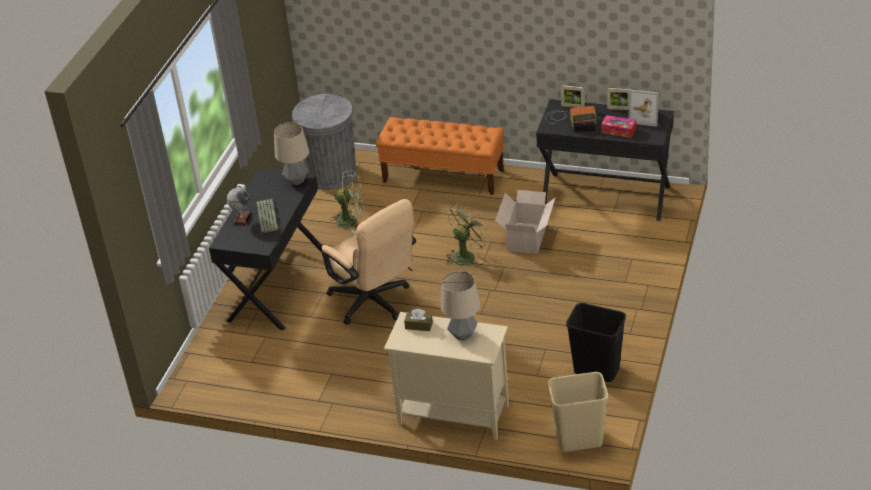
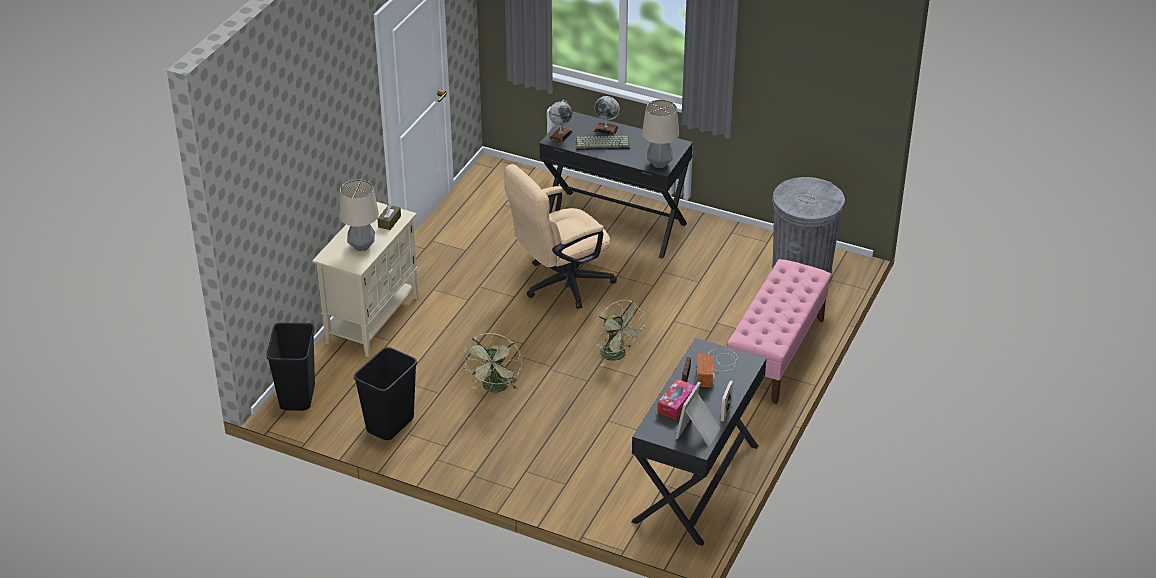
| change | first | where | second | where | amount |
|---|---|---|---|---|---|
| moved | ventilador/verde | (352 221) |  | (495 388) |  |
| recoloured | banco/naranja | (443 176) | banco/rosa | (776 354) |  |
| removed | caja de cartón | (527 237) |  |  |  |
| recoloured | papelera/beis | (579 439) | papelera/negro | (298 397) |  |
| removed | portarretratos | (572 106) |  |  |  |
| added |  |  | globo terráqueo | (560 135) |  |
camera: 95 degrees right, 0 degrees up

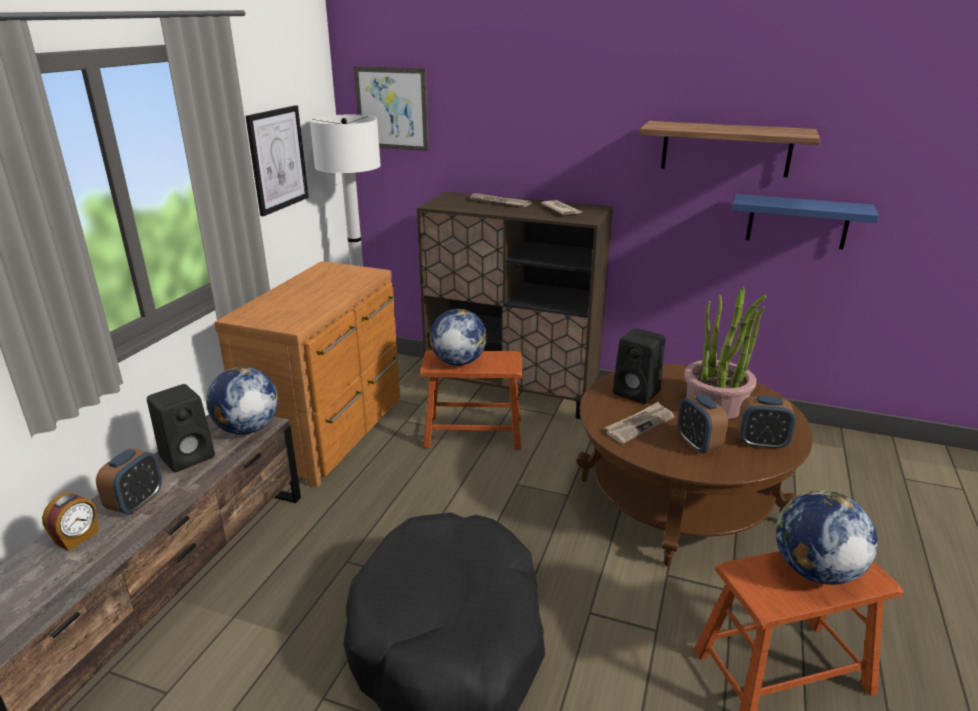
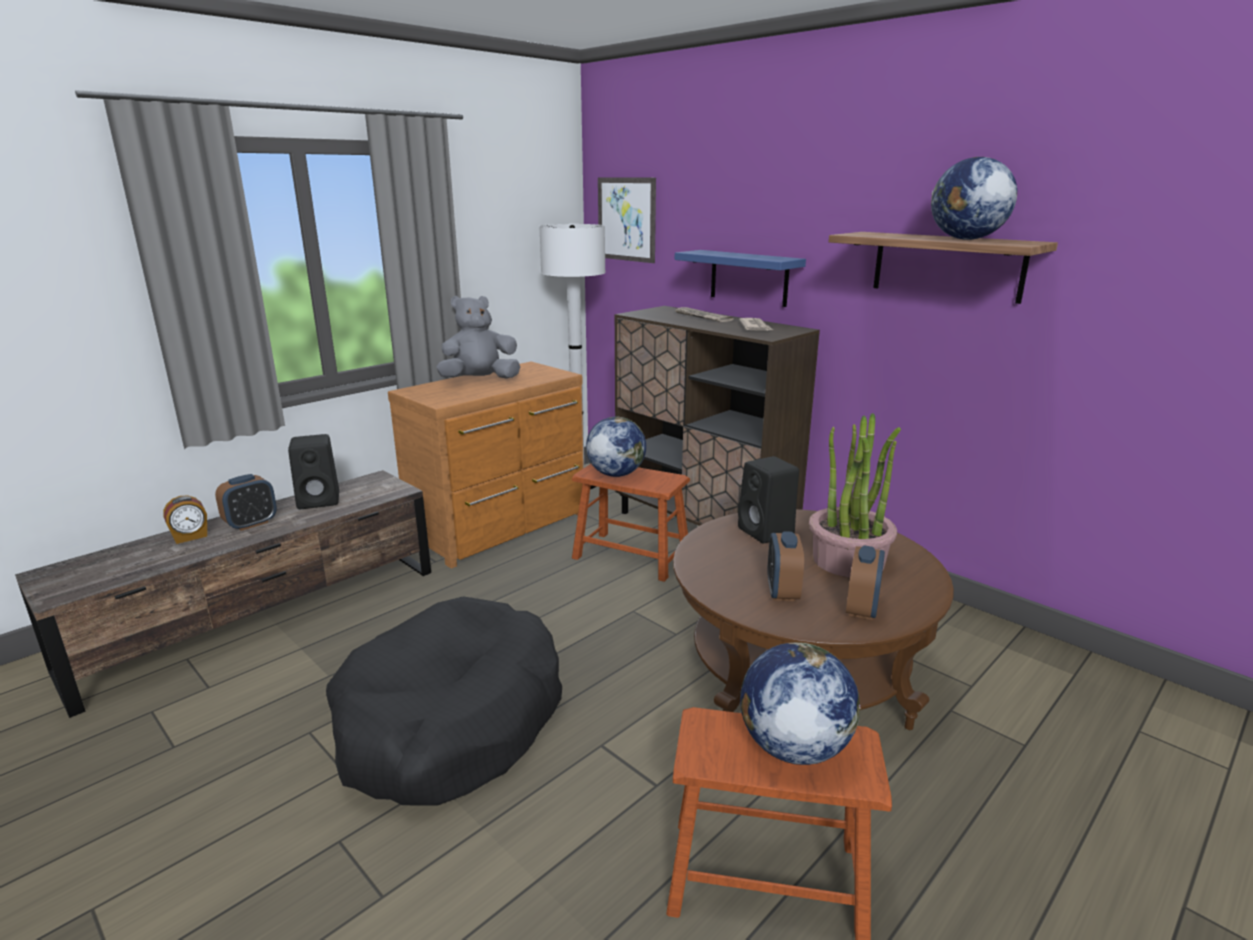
| change | first | where | second | where | amount |
|---|---|---|---|---|---|
| moved | globo terráqueo | (247 429) |  | (965 239) |  |
| removed | cuadro | (277 159) |  |  |  |
| removed | periódico | (639 424) |  |  |  |
| moved | estante/azul | (797 221) |  | (749 278) |  |
| turned | despertador | (761 443) |  | (862 609) | 105 degrees counterclockwise |
| added |  |  | peluche/gris | (479 380) |  |
camera: 25 degrees right, 5 degrees down

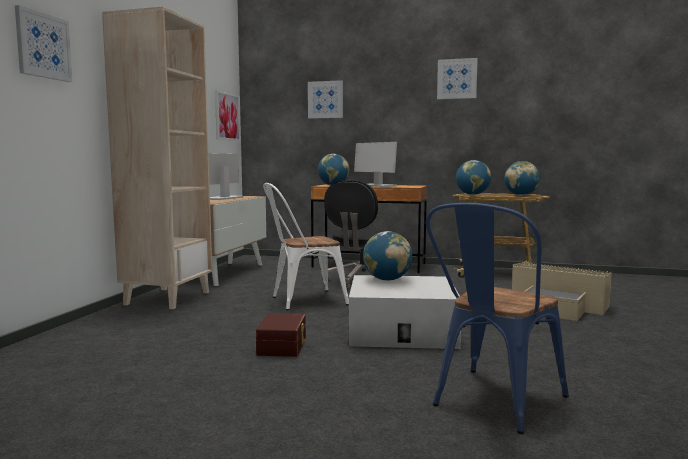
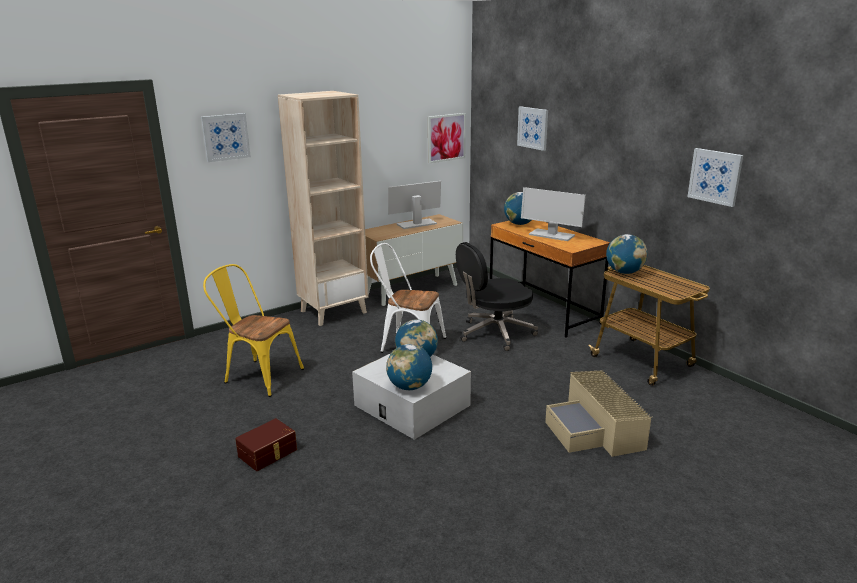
| change | first | where | second | where | amount |
|---|---|---|---|---|---|
| moved | caja de almacenaje/marrón | (283 346) |  | (268 453) |  |
| turned | monitor | (376 186) |  | (551 235) | 60 degrees counterclockwise |
| removed | silla/azul | (492 403) |  |  |  |
| moved | cuadro | (457 79) |  | (715 176) |  |
| moved | globo terráqueo | (521 195) |  | (409 387) |  |
| added |  |  | silla/amarillo | (258 375) |  |
camera: 40 degrees right, 15 degrees up

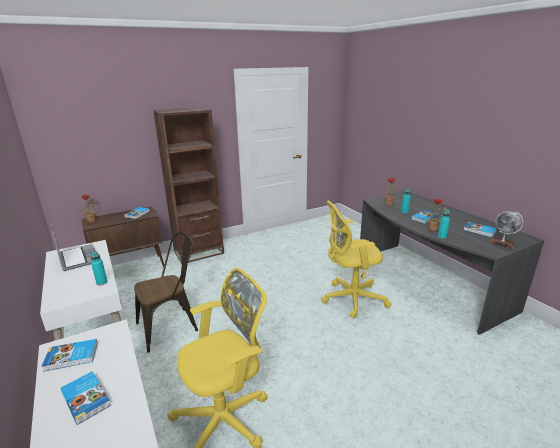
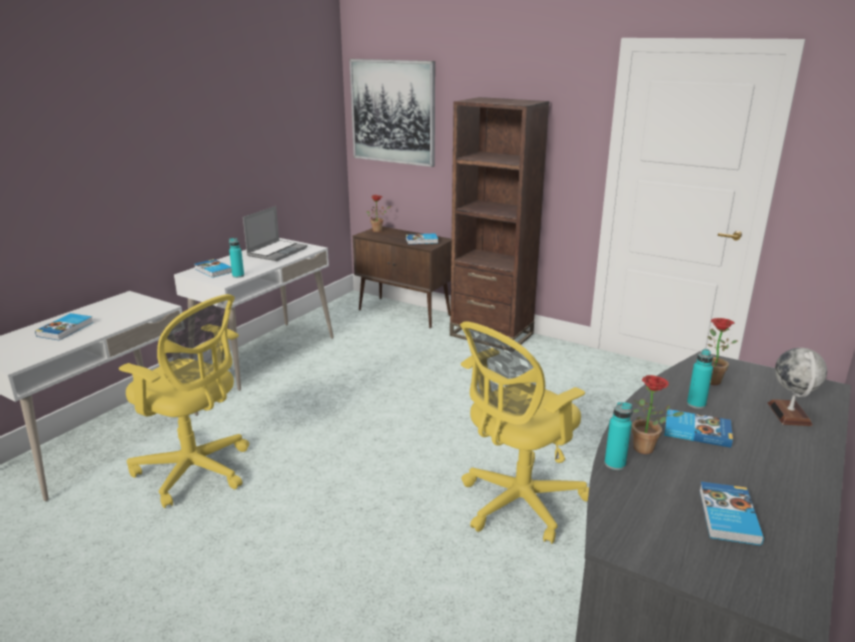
| change | first | where | second | where | amount |
|---|---|---|---|---|---|
| moved | libro | (71 357) |  | (213 270) |  |
| removed | silla/marrón | (172 326) |  |  |  |
| turned | silla de oficina/amarillo | (350 299) |  | (517 504) | 90 degrees counterclockwise |
| moved | globo terráqueo | (502 243) |  | (789 414) |  |
| added |  |  | cuadro | (393 112) |  |
camera: 60 degrees right, 0 degrees up

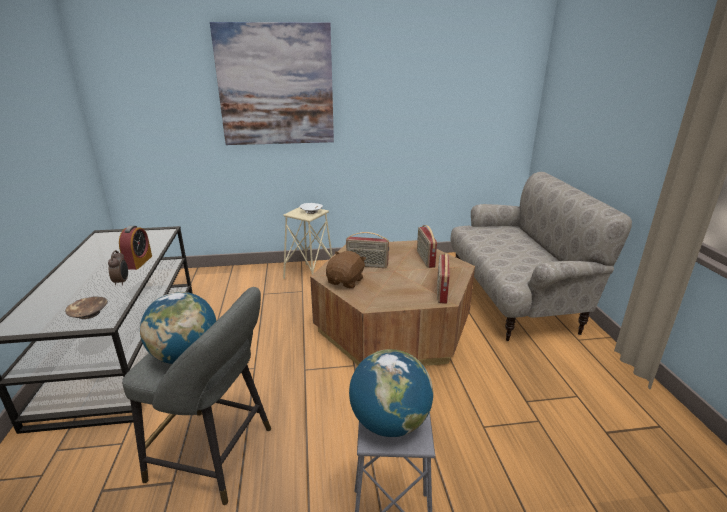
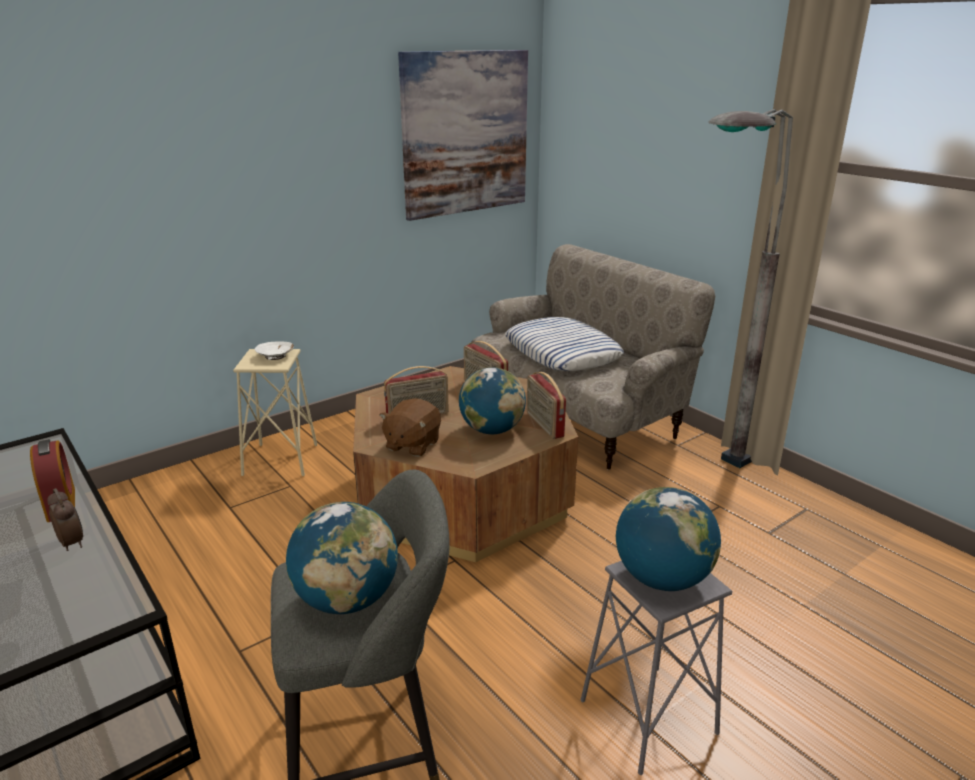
| change | first | where | second | where | amount |
|---|---|---|---|---|---|
| removed | cuenco/marrón | (89 313) |  |  |  |
| moved | cuadro | (276 85) |  | (465 133) |  |
| turned | peluche/marrón | (346 281) |  | (412 445) | 150 degrees counterclockwise |
| added |  |  | globo terráqueo | (492 430) |  |
| added |  |  | cojín | (561 353) |  |
| added |  |  | lámpara de pie/gris | (705 476) |  |
camera: 30 degrees left, 0 degrees up

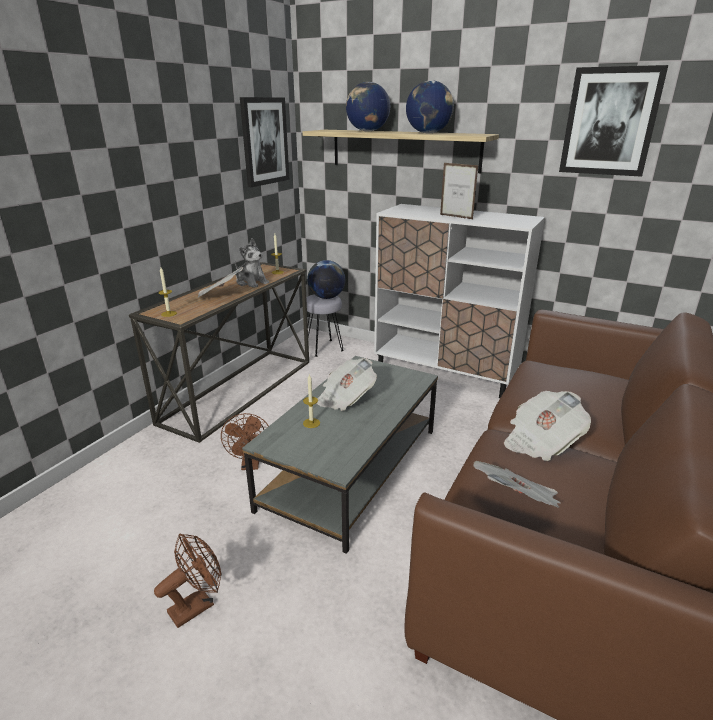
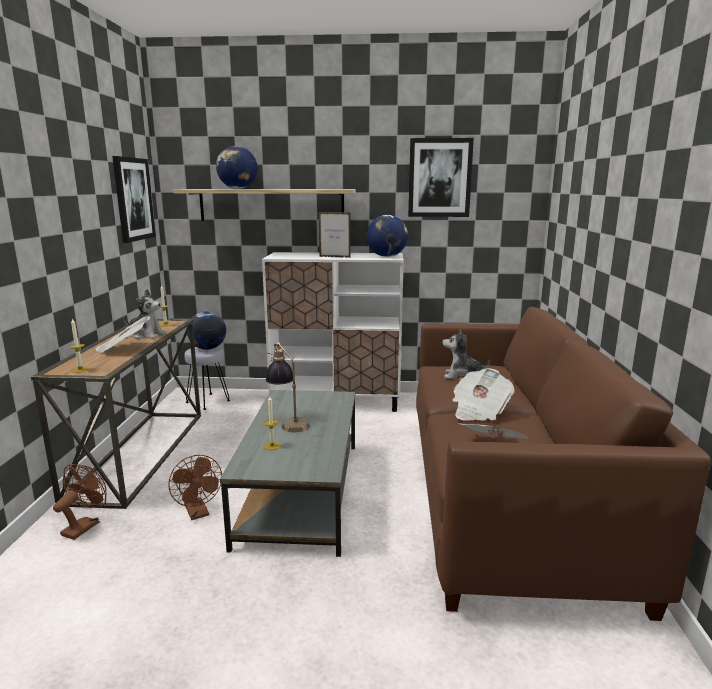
| change | first | where | second | where | amount |
|---|---|---|---|---|---|
| moved | ventilador/marrón | (197 604) |  | (85 526) |  |
| replaced | periódico | (345 398) | lámpara de mesa | (288 422) |  |
| moved | globo terráqueo | (428 133) |  | (387 256) |  |
| added |  |  | peluche | (462 376) |  |
camera: 25 degrees left, 10 degrees down

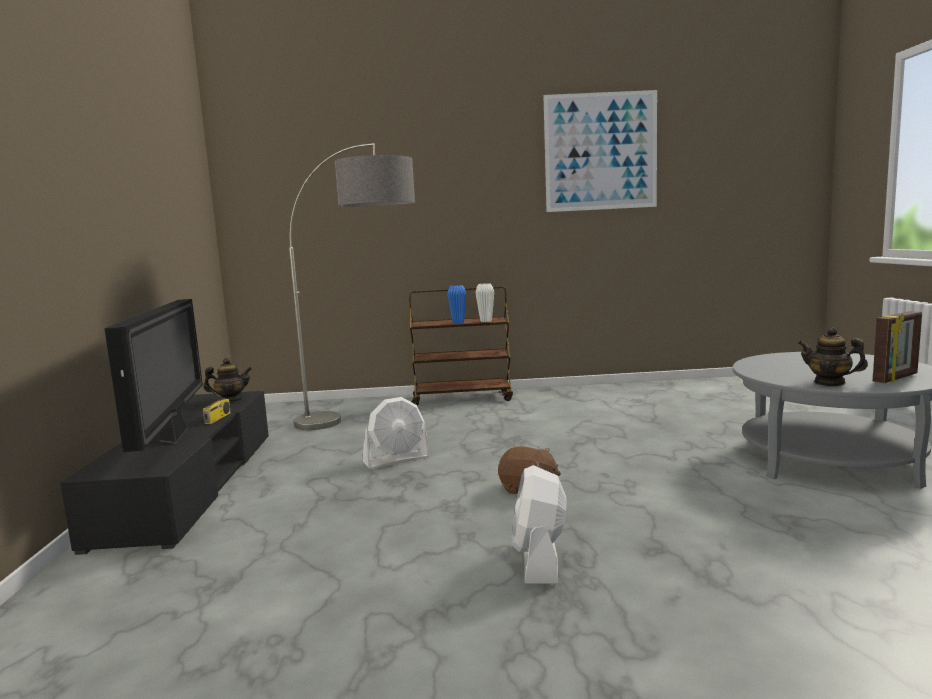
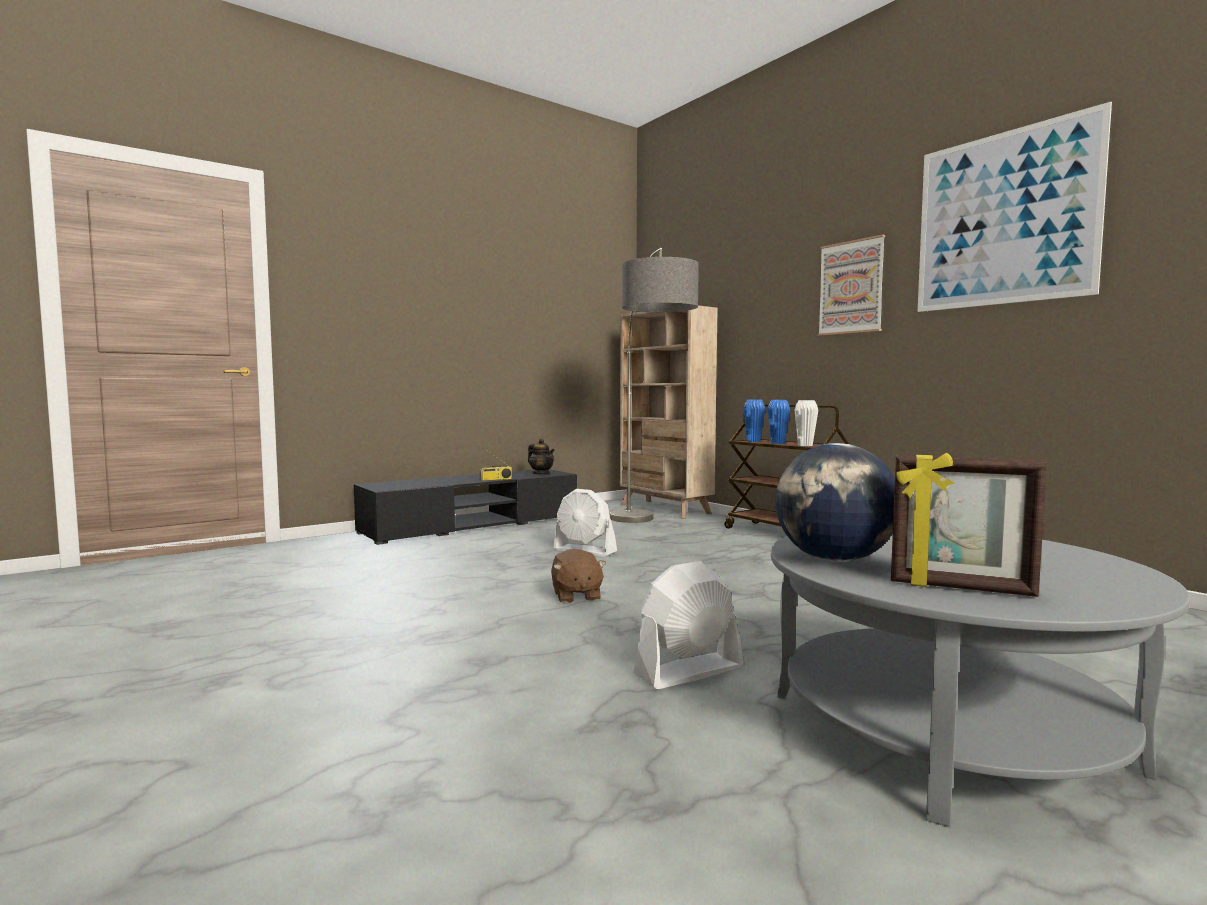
| change | first | where | second | where | amount |
|---|---|---|---|---|---|
| removed | televisor | (175 435) |  |  |  |
| moved | ventilador/blanco | (539 560) |  | (688 671) |  |
| replaced | tetera | (829 383) | globo terráqueo | (833 560) |  |
| added |  |  | estantería/beis | (665 509) |  |
| added |  |  | florero/azul | (753 441) |  |
| added |  |  | cuadro | (851 287) |  |
camera: 55 degrees right, 5 degrees down

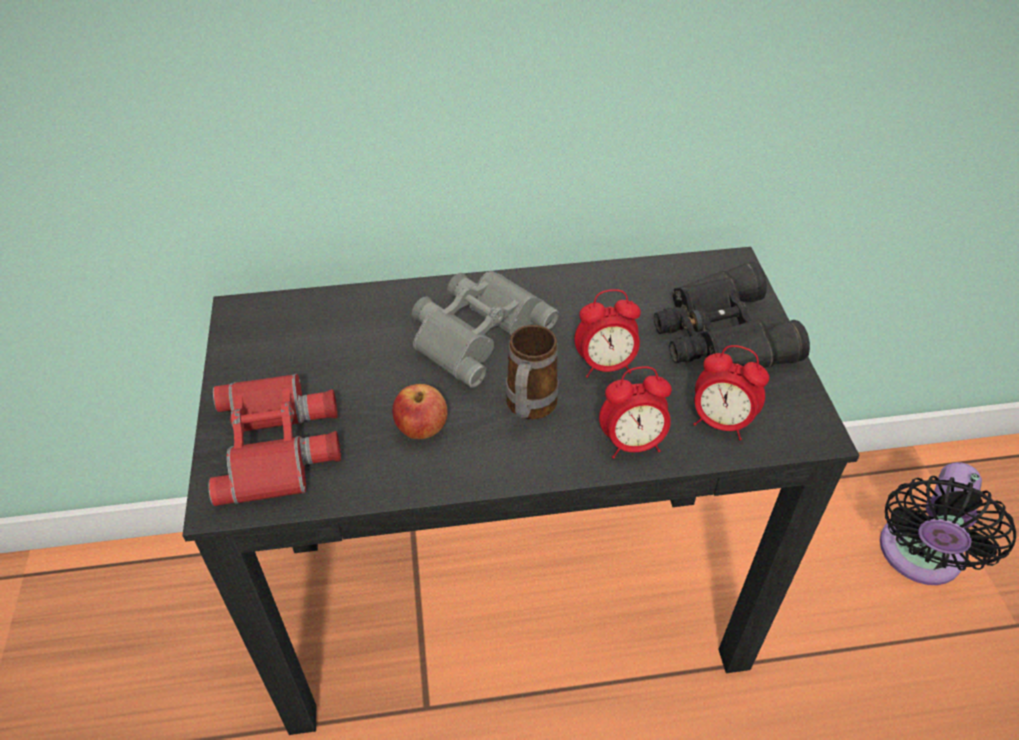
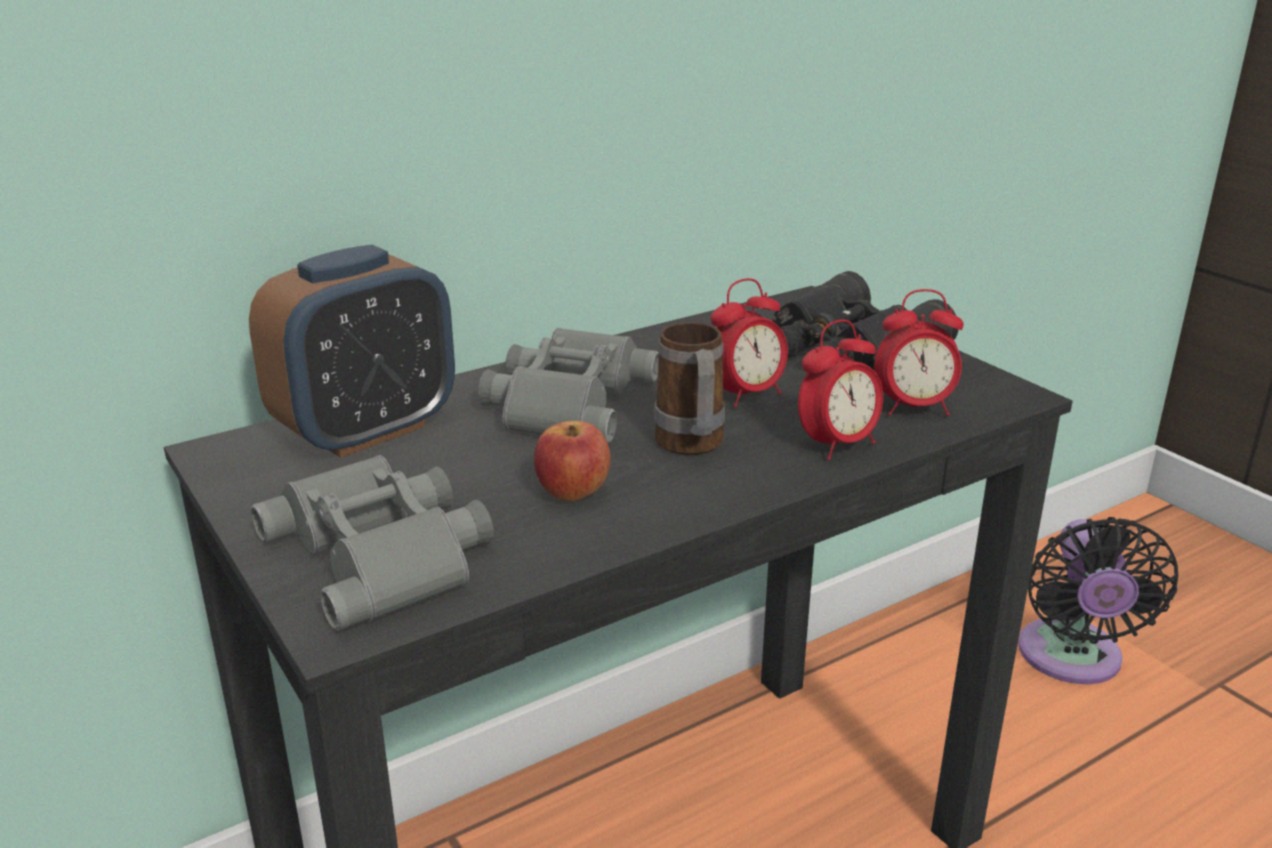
| change | first | where | second | where | amount |
|---|---|---|---|---|---|
| recoloured | prismáticos/rojo | (280 444) | prismáticos/gris | (385 552) |  |
| added |  |  | despertador | (366 431) |  |
camera: 25 degrees left, 20 degrees down

